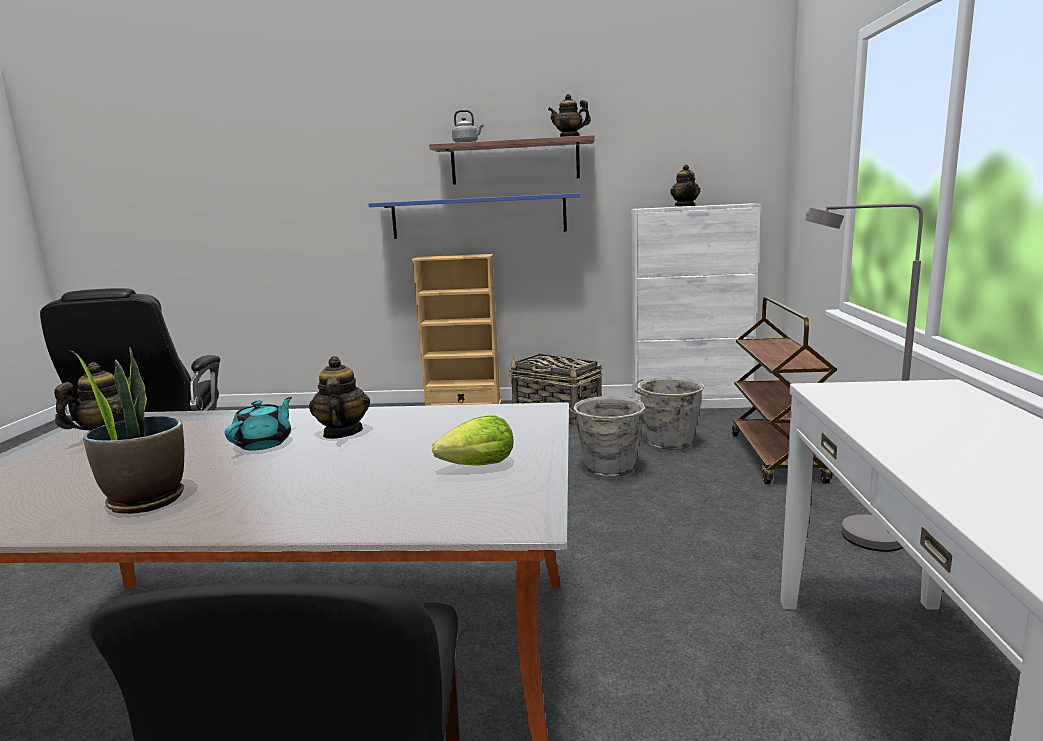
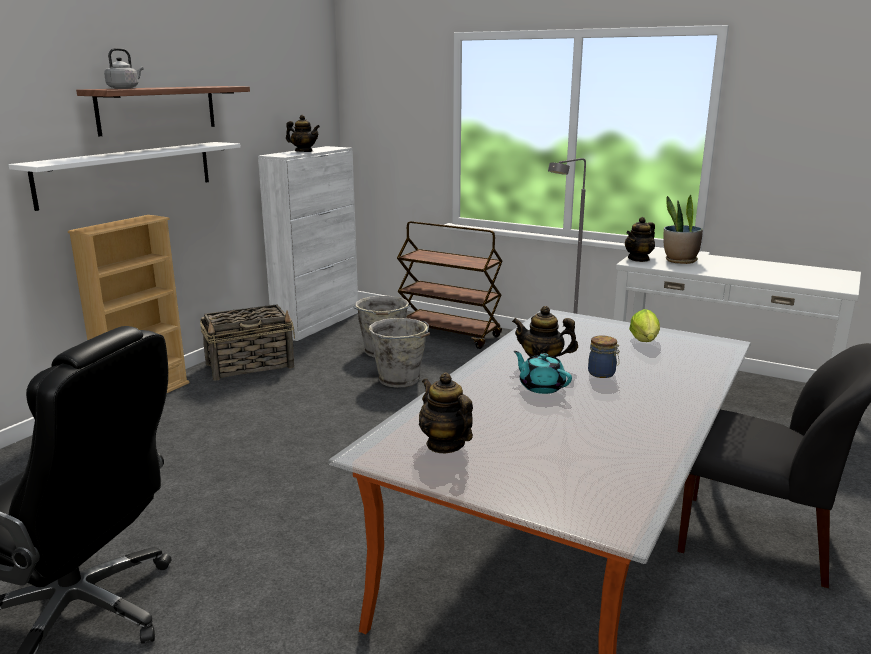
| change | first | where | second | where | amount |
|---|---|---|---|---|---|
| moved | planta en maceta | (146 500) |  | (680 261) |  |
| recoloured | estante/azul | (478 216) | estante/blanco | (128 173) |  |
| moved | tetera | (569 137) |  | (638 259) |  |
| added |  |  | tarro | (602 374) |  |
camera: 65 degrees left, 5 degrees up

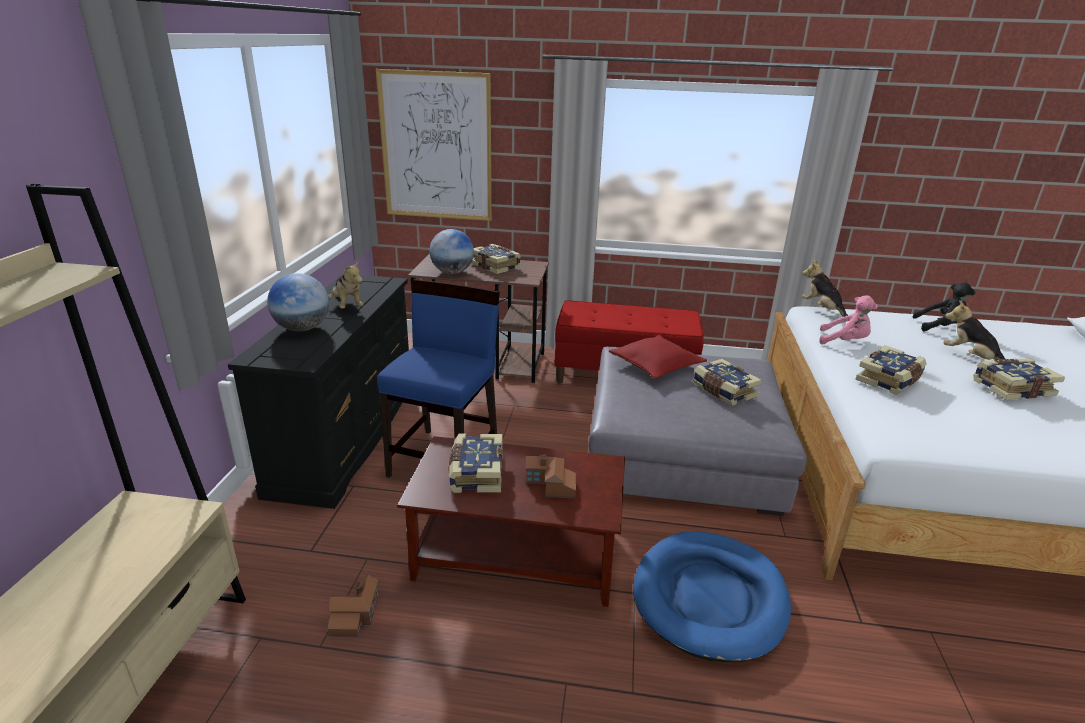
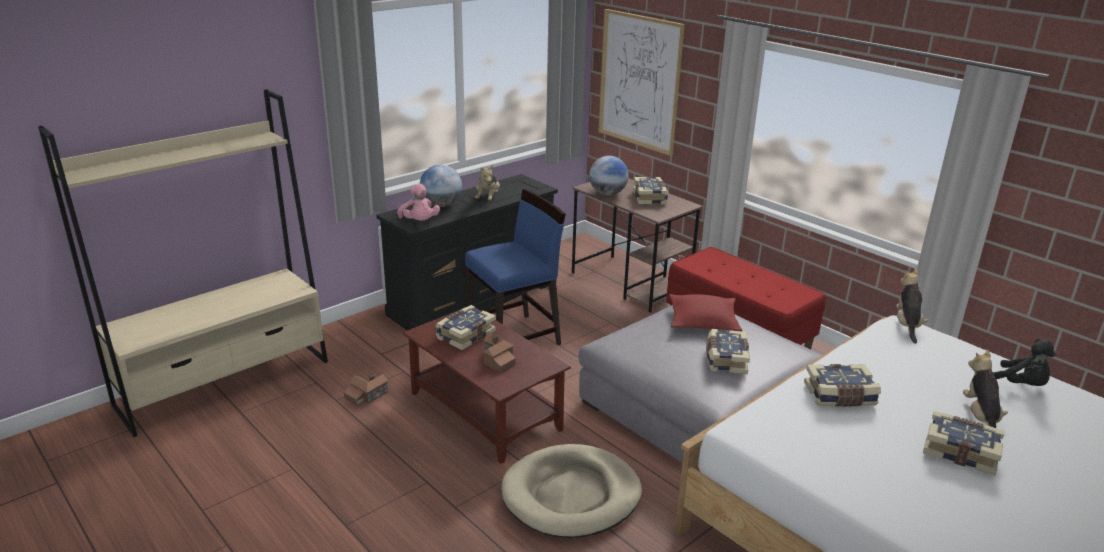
| change | first | where | second | where | amount |
|---|---|---|---|---|---|
| recoloured | cama para perro/azul | (710 598) | cama para perro/beis | (571 495) |  |
| moved | peluche/rosa | (844 342) |  | (419 222) |  |
camera: 40 degrees right, 0 degrees up

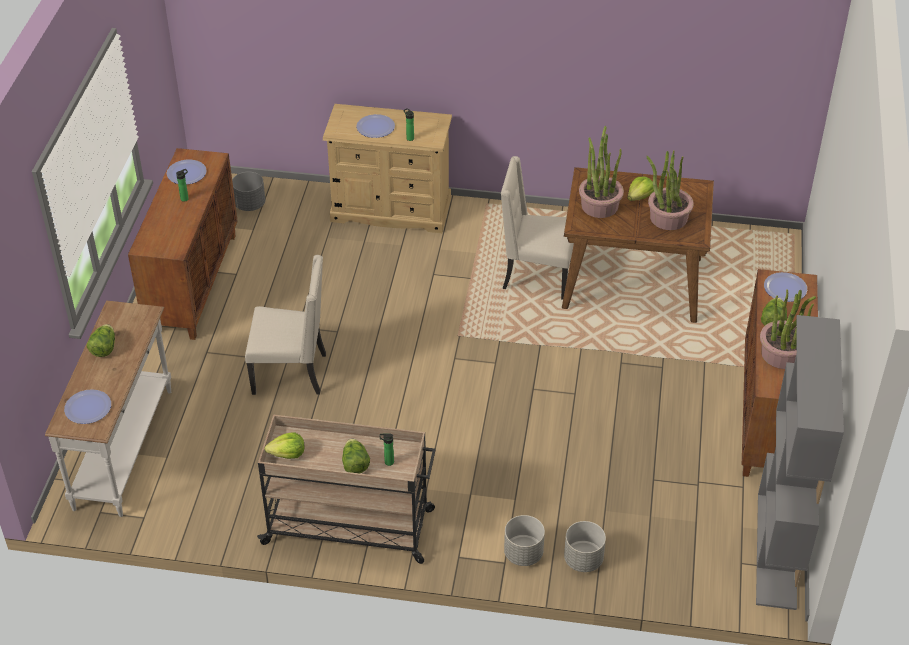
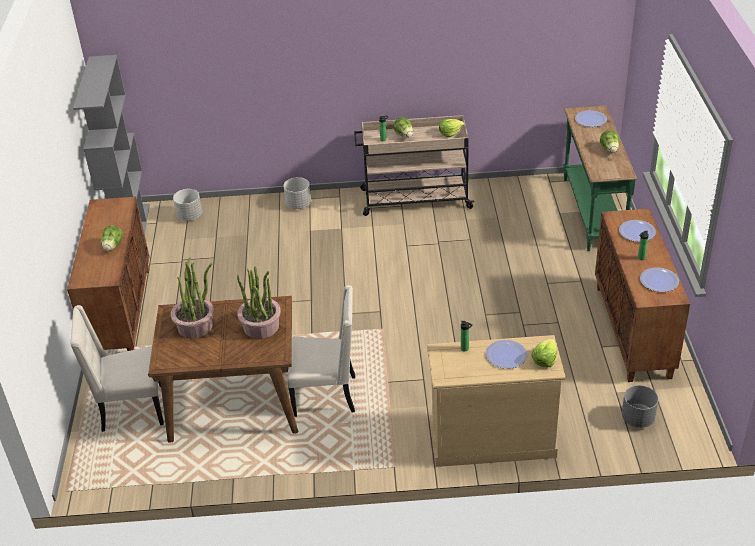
| change | first | where | second | where | amount |
|---|---|---|---|---|---|
| recoloured | mesa consola/blanco | (125 449) | mesa consola/verde | (591 212) |  |
| moved | silla/beis | (292 373) |  | (131 409) |  |
| moved | maceta/gris | (583 559) |  | (190 216) |  |
| moved | lechuga | (639 197) |  | (544 359) |  |
| removed | planta en maceta | (782 354) |  |  |  |
| moved | plato | (785 288) |  | (637 232) |  |
camera: 170 degrees right, 5 degrees down

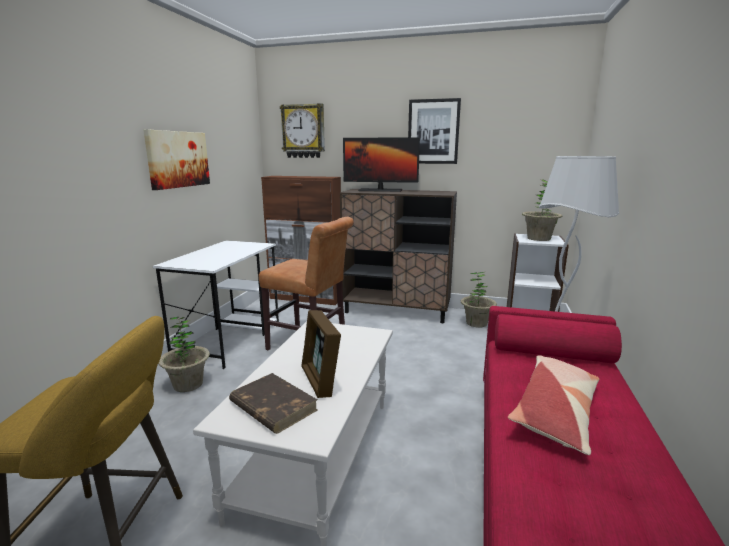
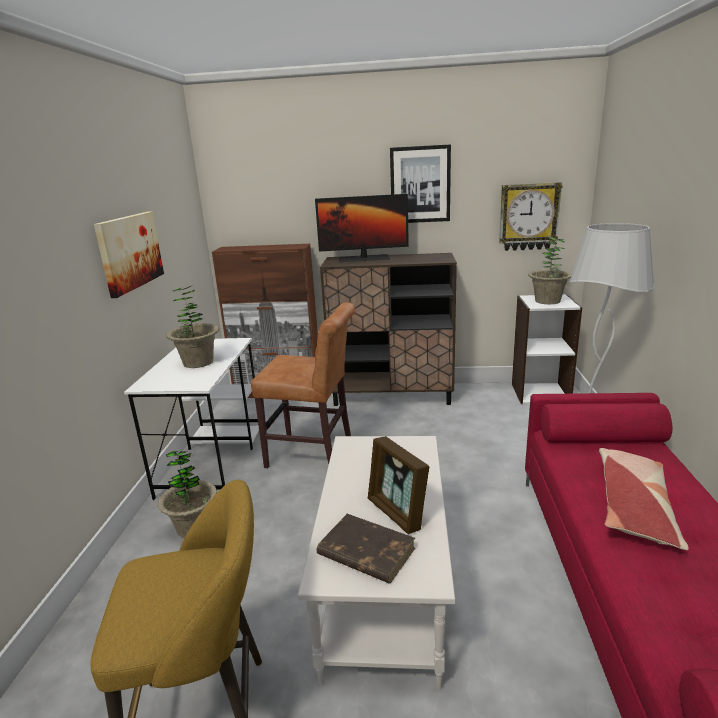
| change | first | where | second | where | amount |
|---|---|---|---|---|---|
| moved | reloj de pared | (303 131) |  | (528 217) |  |
| moved | planta en maceta | (476 323) |  | (198 362) |  |
camera: 10 degrees left, 5 degrees up

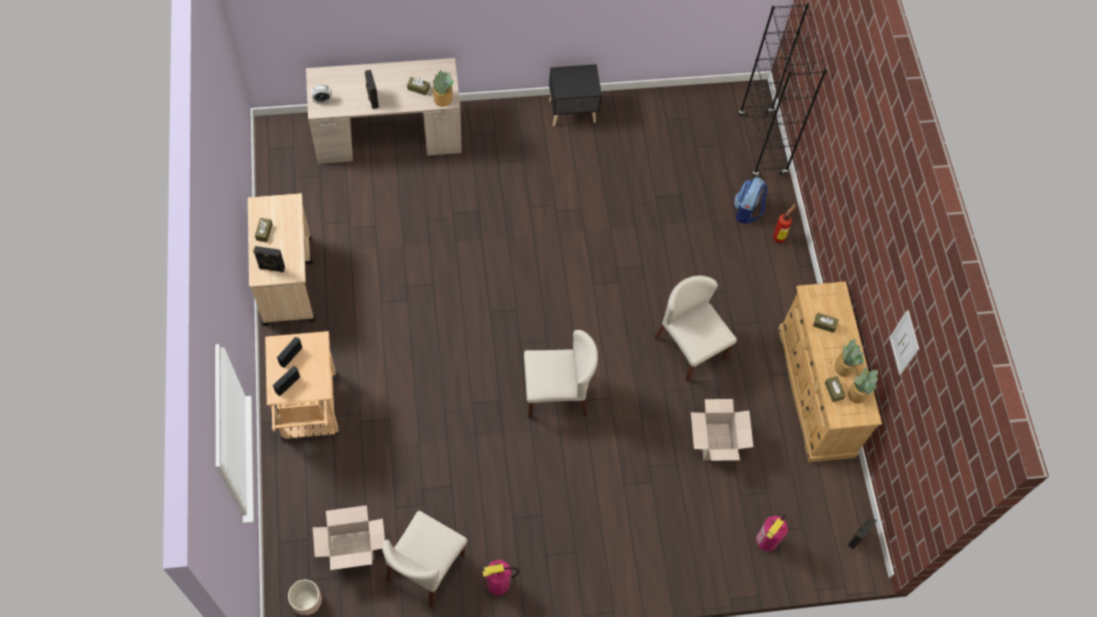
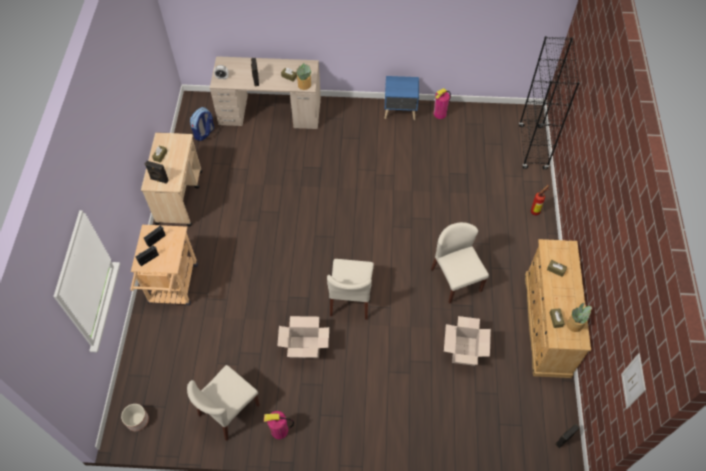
| change | first | where | second | where | amount |
|---|---|---|---|---|---|
| moved | caja de cartón | (352 548) |  | (304 347) |  |
| turned | silla/beis | (556 393) |  | (351 299) | 90 degrees clockwise |
| recoloured | mesita de noche/negro | (573 112) | mesita de noche/azul | (400 111) |  |
| moved | mochila | (747 211) |  | (204 133) |  |
| moved | extintor | (767 540) |  | (440 114) |  |
| removed | planta en maceta | (844 366) |  |  |  |
| moved | cuadro | (904 343) |  | (633 381) |  |
camera: 15 degrees right, 5 degrees down

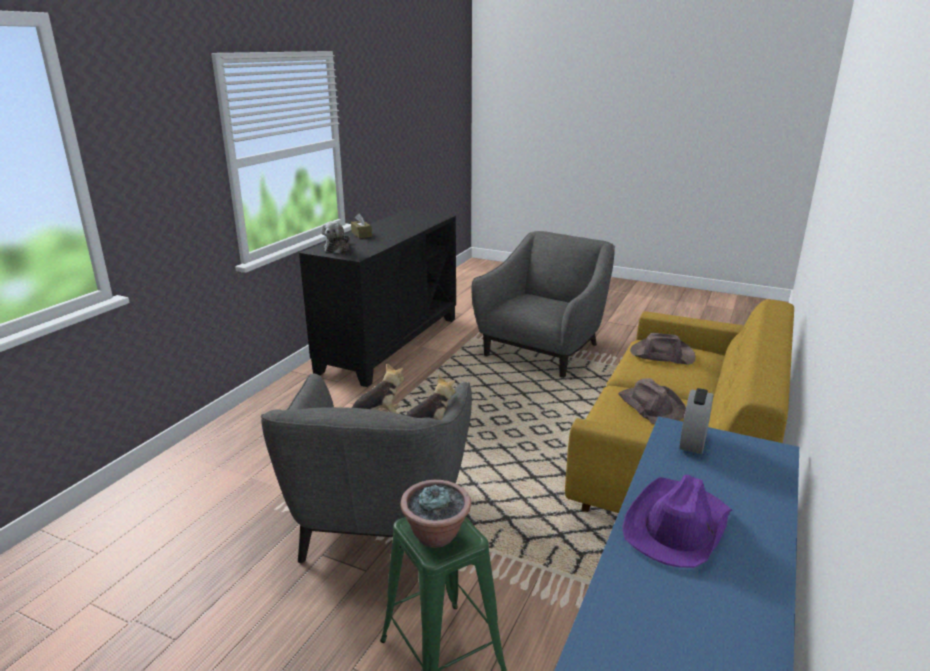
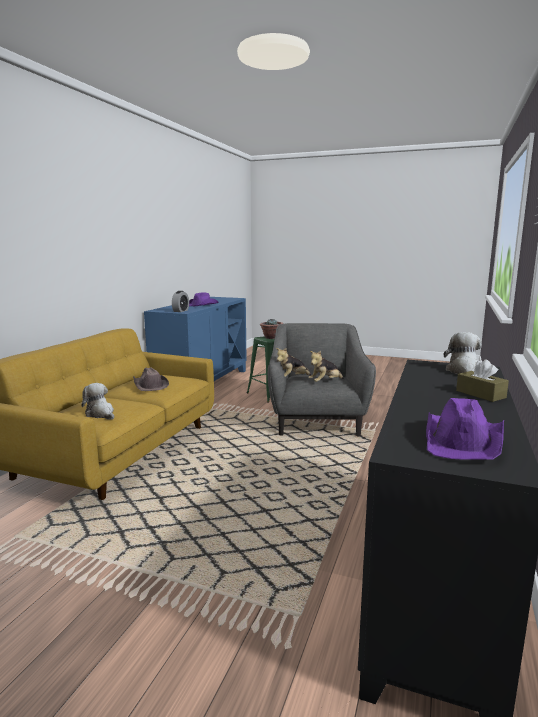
| change | first | where | second | where | amount |
|---|---|---|---|---|---|
| removed | sillón/gris | (544 350) |  |  |  |
| replaced | sombrero/marrón | (661 355) | peluche | (100 414) |  |
| added |  |  | sombrero/morado | (464 440) |  |
camera: 175 degrees right, 10 degrees down

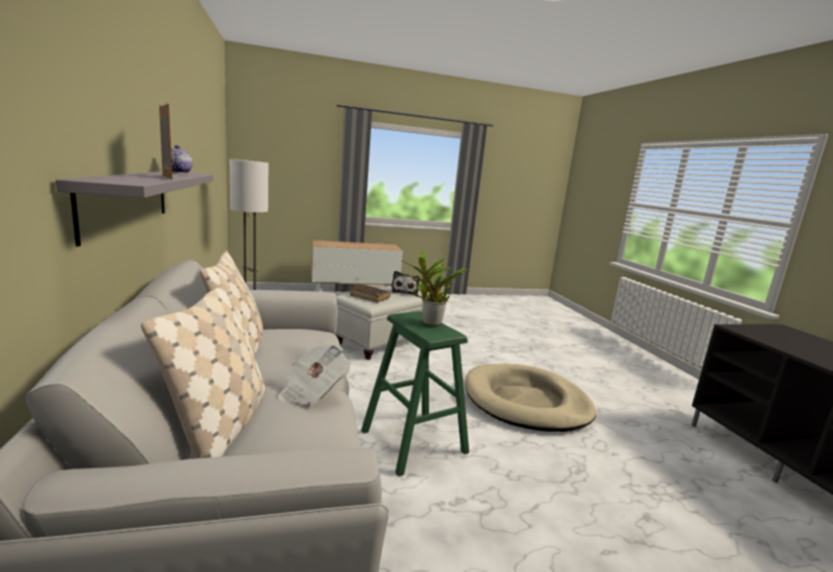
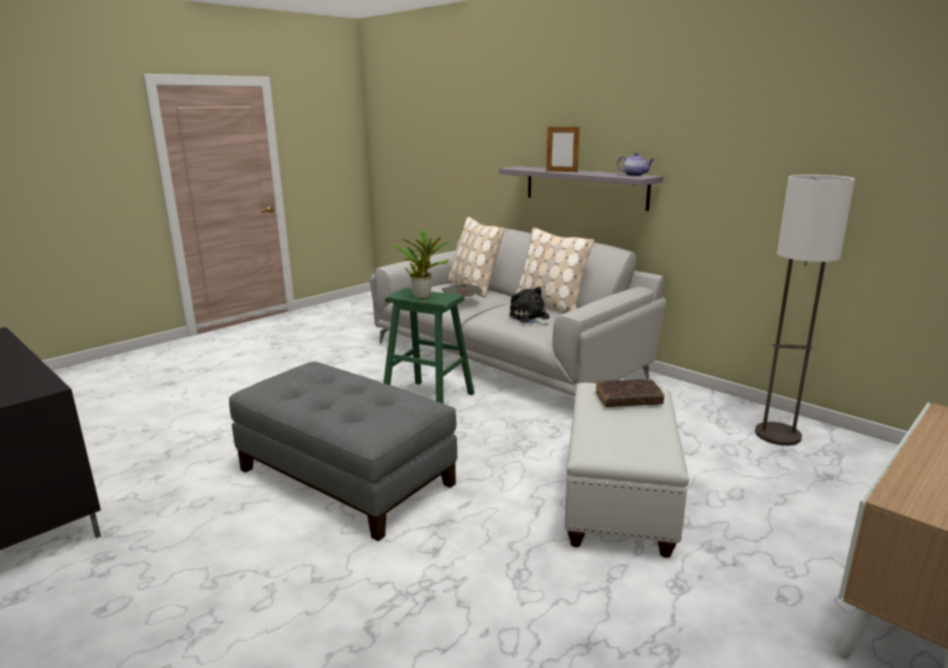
| change | first | where | second | where | amount |
|---|---|---|---|---|---|
| moved | peluche | (405 291) |  | (530 318) |  |
| replaced | cama para perro/beis | (526 402) | puf/gris | (344 477) |  |
camera: 150 degrees right, 5 degrees up

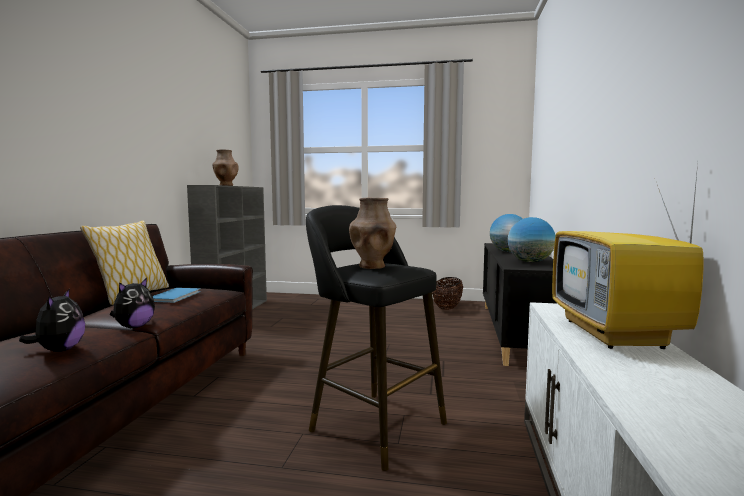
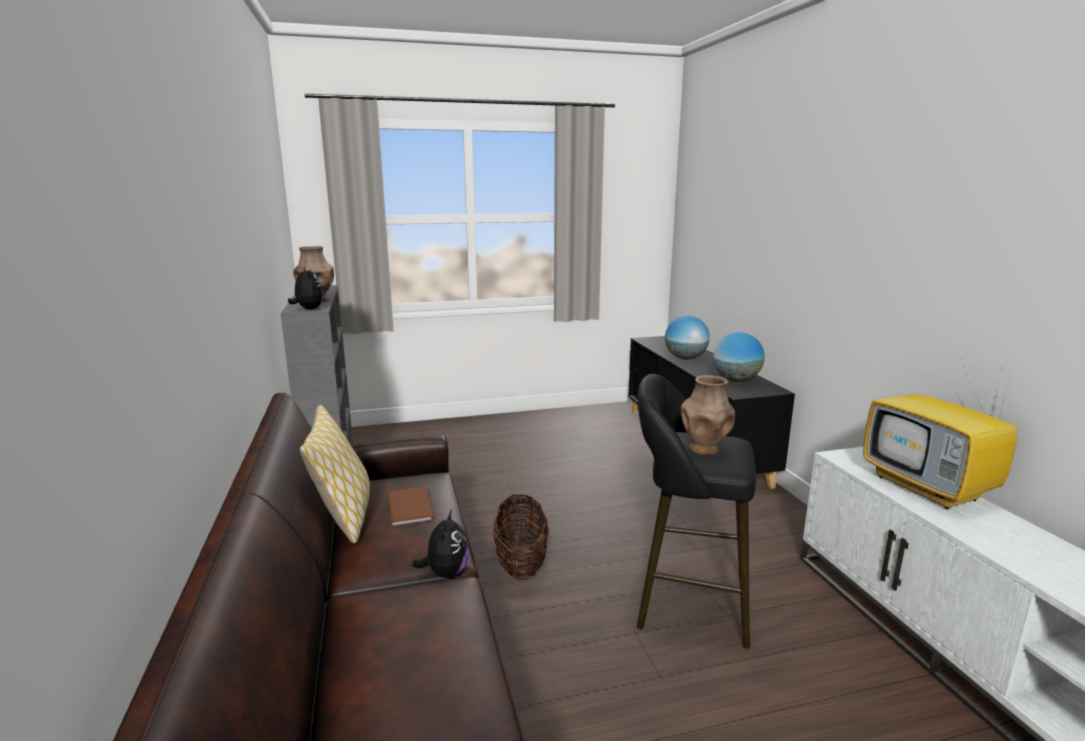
| change | first | where | second | where | amount |
|---|---|---|---|---|---|
| moved | peluche | (59 350) |  | (308 309) |  |
| recoloured | libro/azul | (176 296) | libro/marrón | (411 506) |  |
| moved | cesta | (447 308) |  | (521 564) |  |
camera: 25 degrees left, 10 degrees up

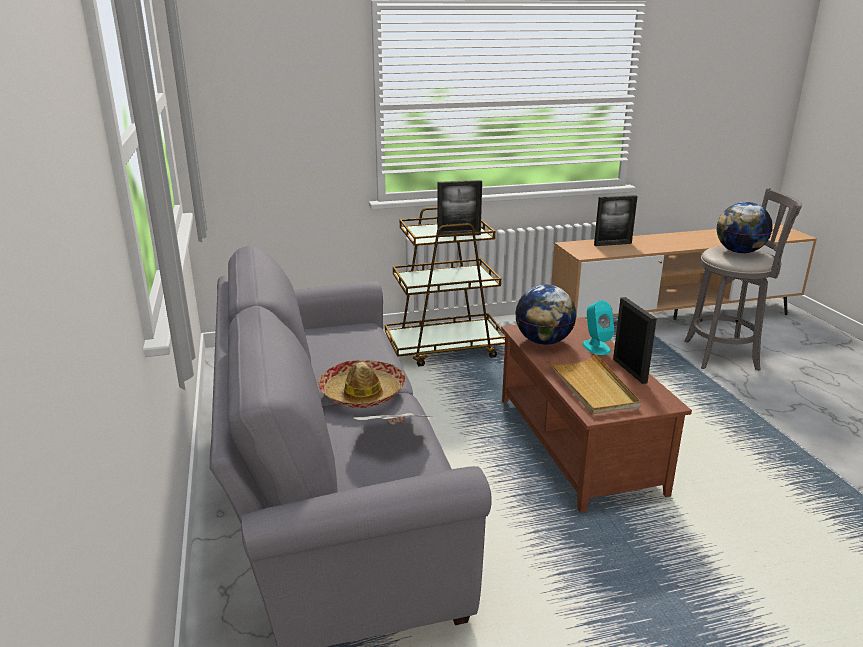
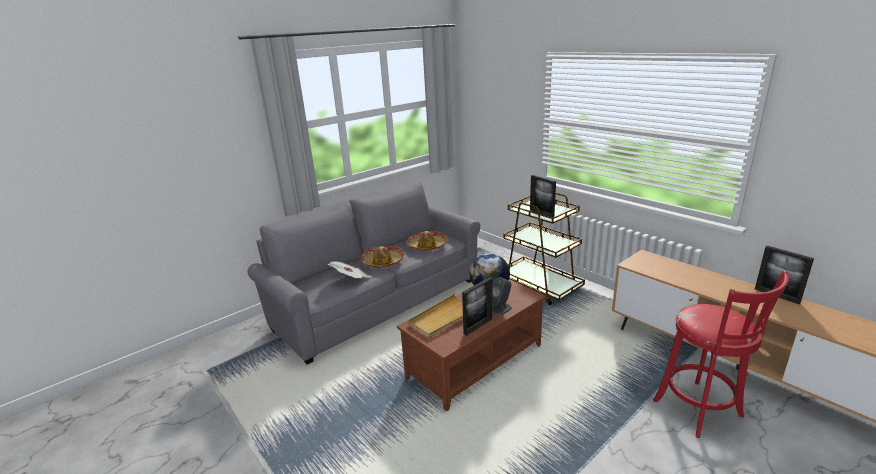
| change | first | where | second | where | amount |
|---|---|---|---|---|---|
| recoloured | altavoz/turquesa | (596 347) | altavoz/gris | (501 309) |  |
| moved | portarretratos | (612 244) |  | (776 296) |  |
| recoloured | taburete/gris | (725 355) | taburete/rojo | (701 411) |  |
| removed | globo terráqueo | (739 252) |  |  |  |
| added |  |  | sombrero | (427 246) |  |
camera: 65 degrees right, 0 degrees up

